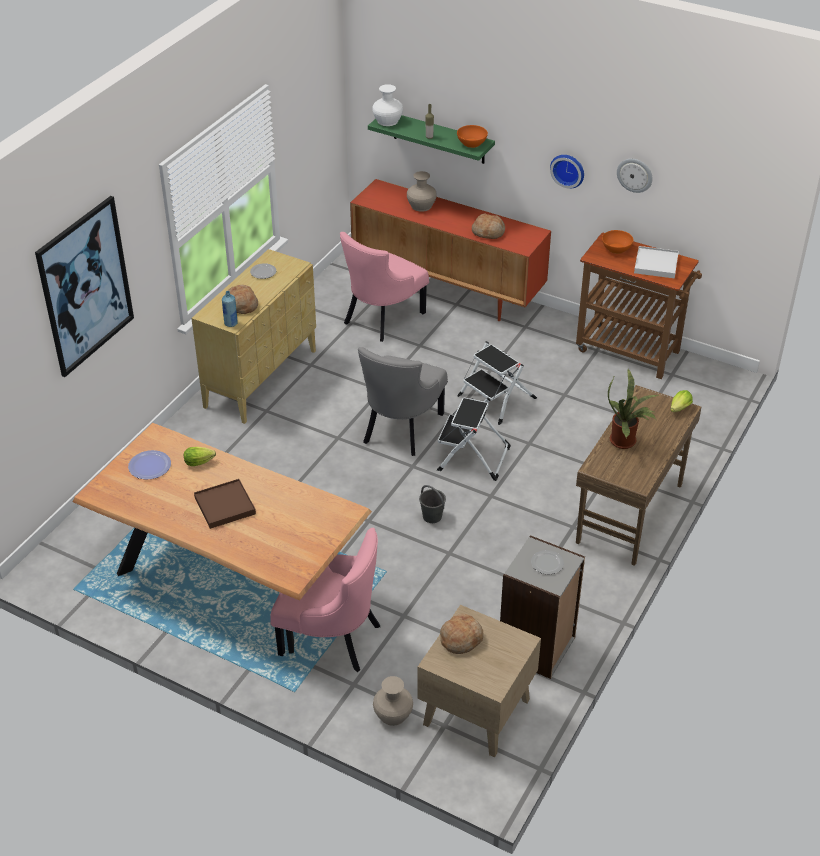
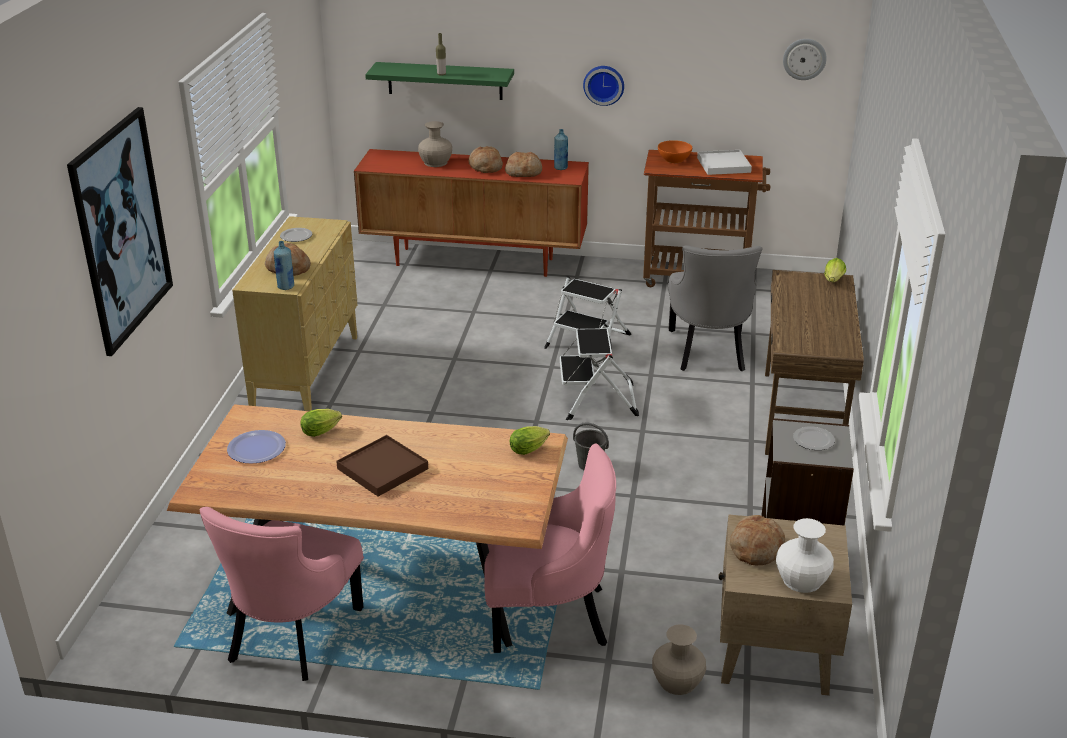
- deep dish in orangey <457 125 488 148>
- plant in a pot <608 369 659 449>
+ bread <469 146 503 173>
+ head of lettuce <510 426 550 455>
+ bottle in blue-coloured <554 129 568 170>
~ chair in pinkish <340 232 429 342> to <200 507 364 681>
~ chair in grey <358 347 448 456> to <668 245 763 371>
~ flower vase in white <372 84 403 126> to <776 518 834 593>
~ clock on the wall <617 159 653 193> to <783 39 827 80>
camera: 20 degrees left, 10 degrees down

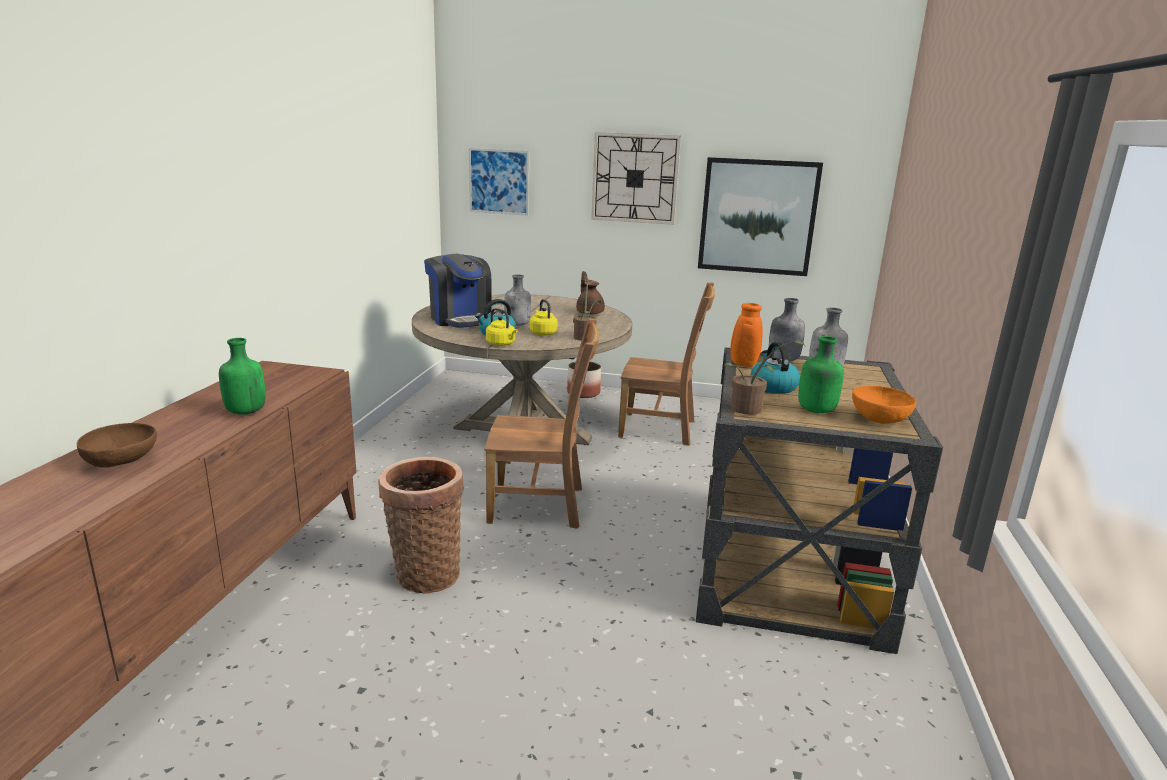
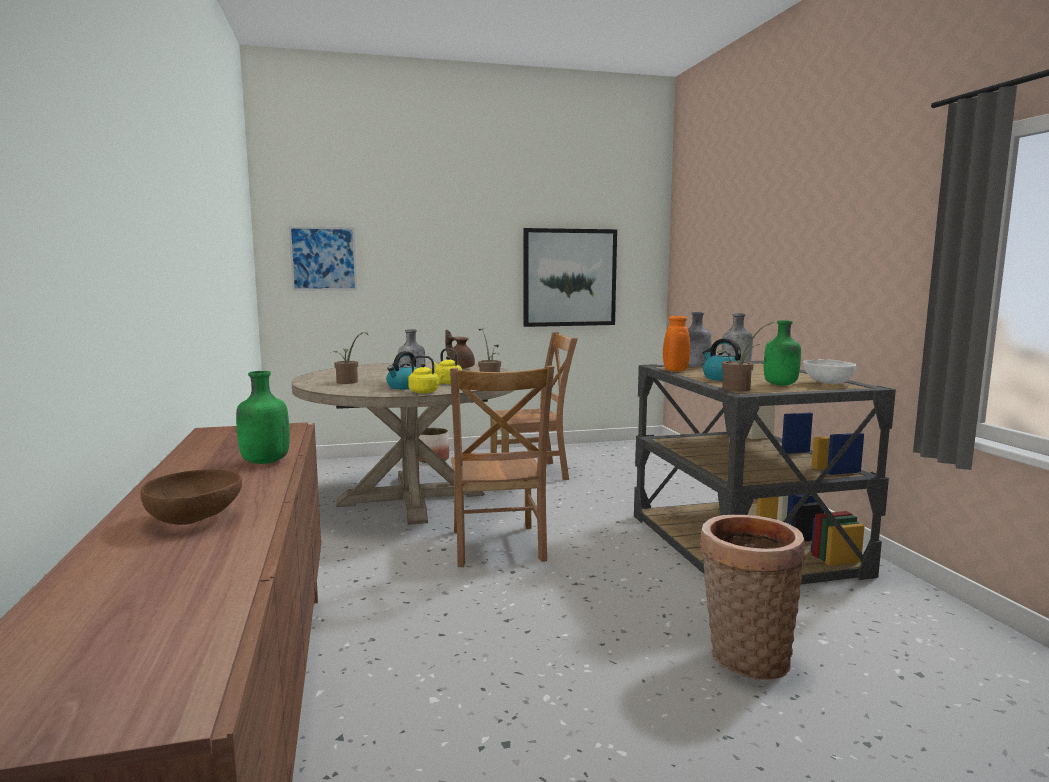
- clock on the wall <591 132 681 225>
~ basket <378 457 464 593> to <700 515 806 680>
~ coffee machine <424 254 491 328> to plant in a pot <333 332 368 384>
~ deep dish in orangey <852 386 916 424> to deep dish in white <803 359 856 384>
~ chair in brown-coloured <485 319 599 529> = <450 366 554 567> 105 degrees clockwise
camera: 25 degrees left, 10 degrees down

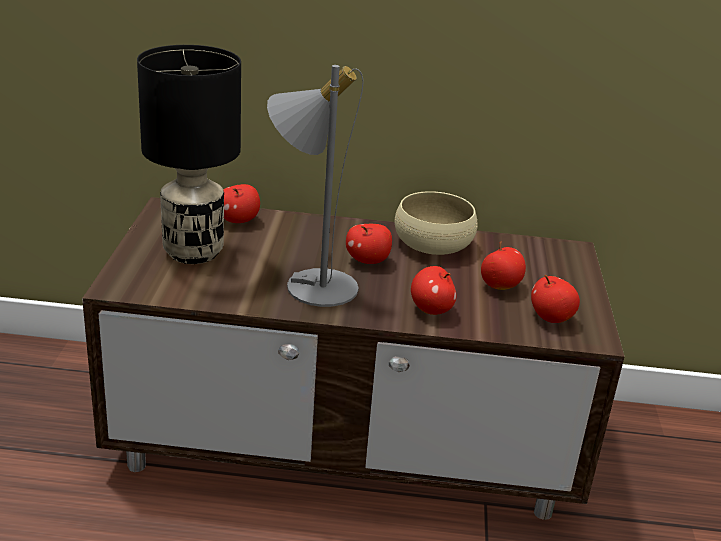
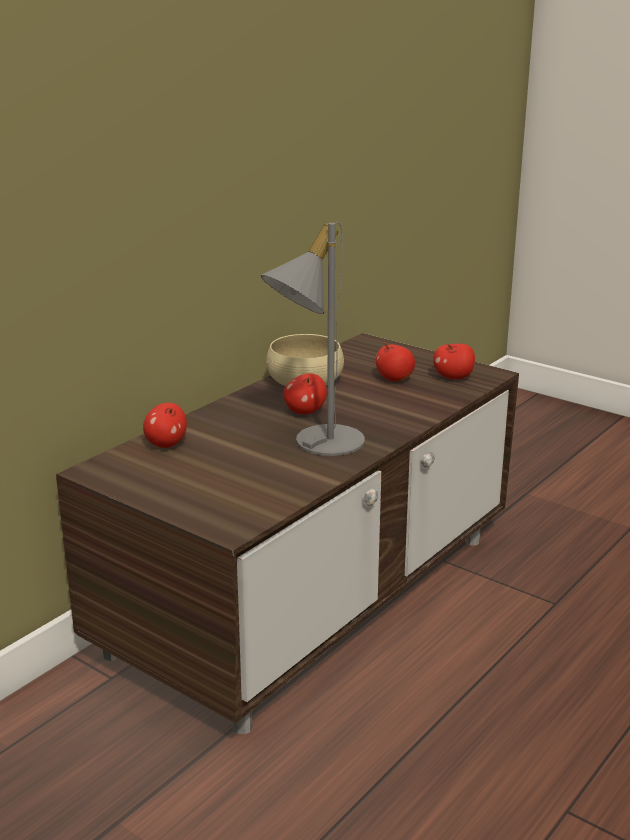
- lamp for a table in black <137 45 241 264>
- apple <411 266 456 315>
camera: 55 degrees left, 5 degrees down

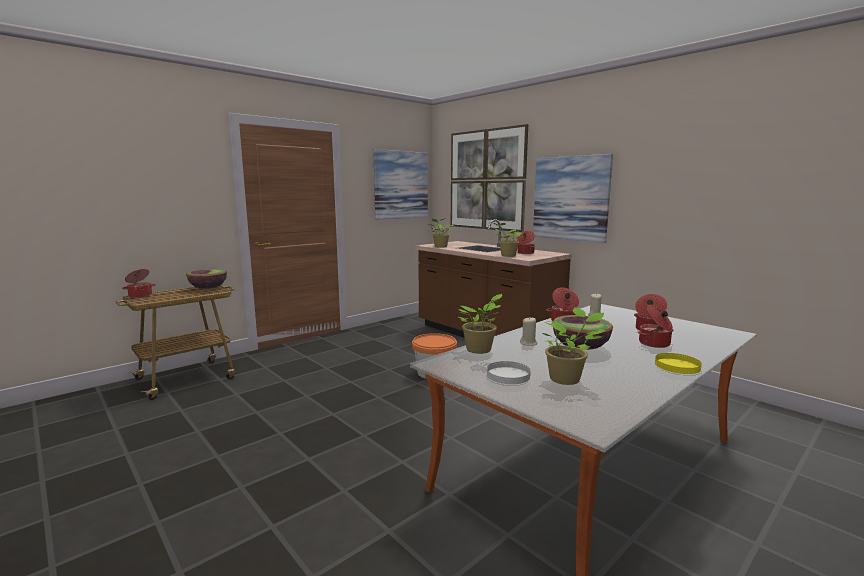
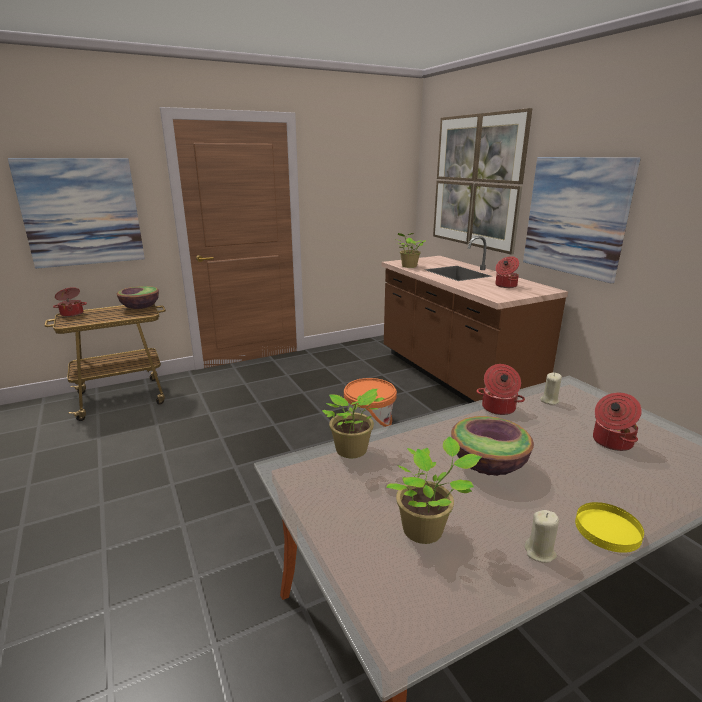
- plate in white <487 361 531 384>
- plant in a pot <494 223 521 257>
- stockpot <638 304 673 348>
~ picture <373 149 428 220> to <8 158 145 269>
~ wax candle in sand-coloured <520 317 538 346> to <525 510 559 563>
camera: 15 degrees right, 10 degrees up

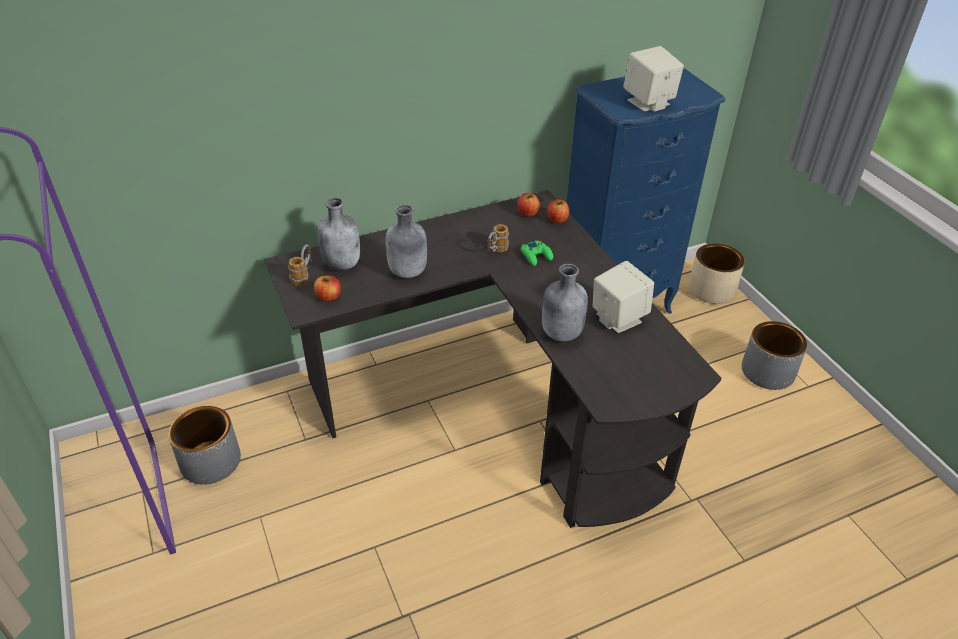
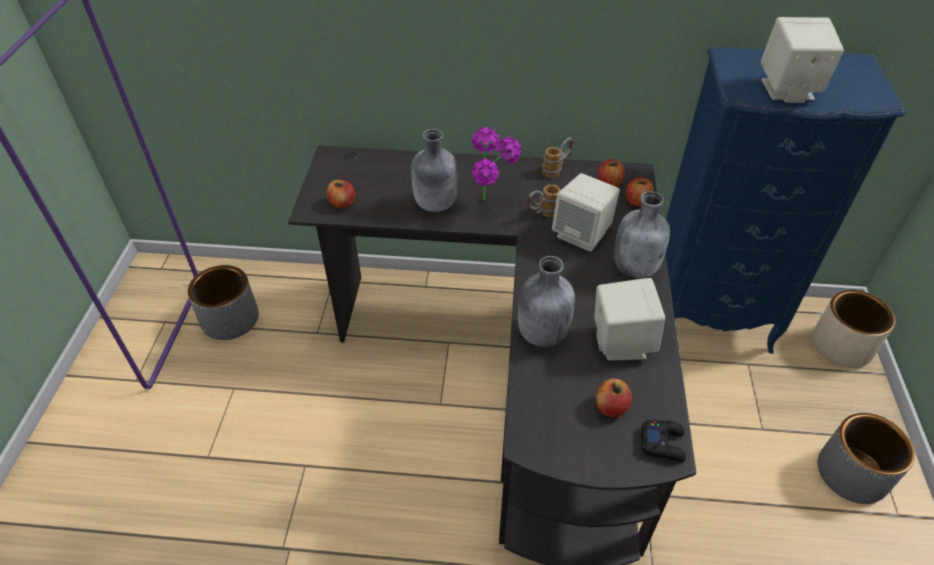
+ plant in a pot <471 127 522 201>
+ apple <596 379 632 417>
+ joypad in black <641 420 686 462>
~ tea mug <288 244 312 286> to <542 138 574 178>
~ bottle in grey <318 198 360 271> to <614 191 670 278>
~ joypad in green-coloured <521 240 553 266> to speaker in sand-coloured <552 173 620 252>
camera: 30 degrees right, 5 degrees up

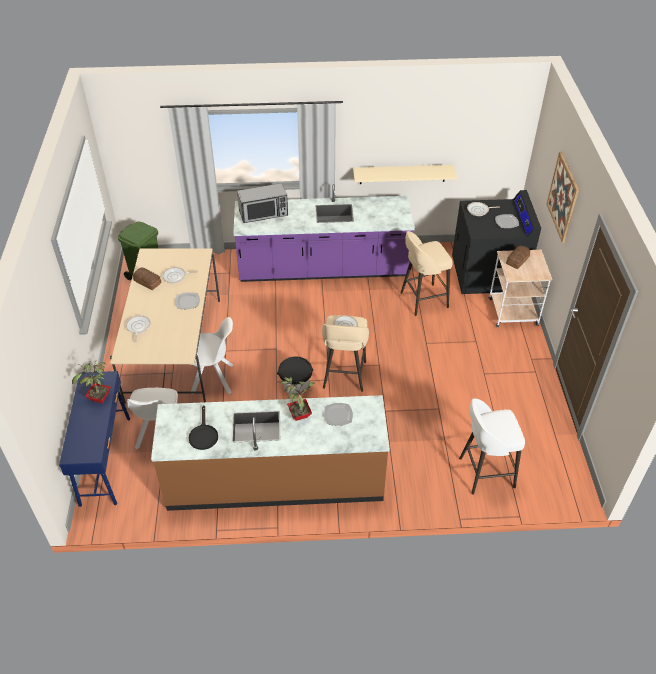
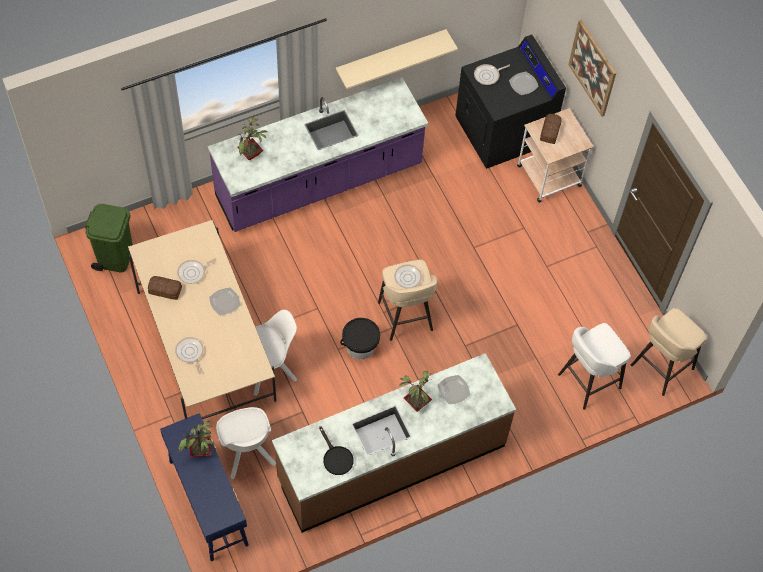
~ stool seat in sand-coloured <400 231 453 316> to <631 308 707 396>
~ microwave <237 183 288 223> to plant in a pot <236 116 268 161>
camera: 25 degrees left, 15 degrees up

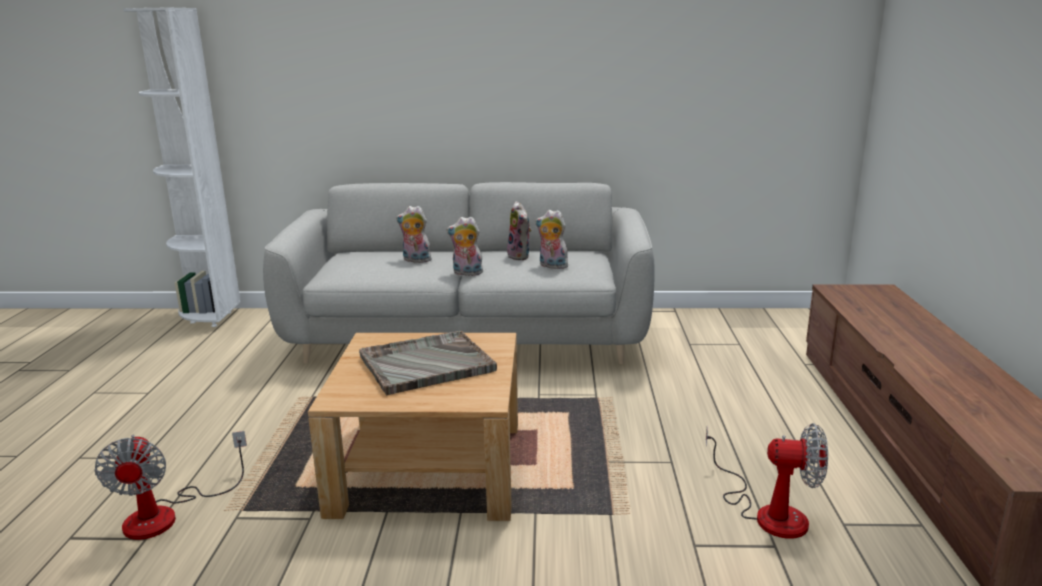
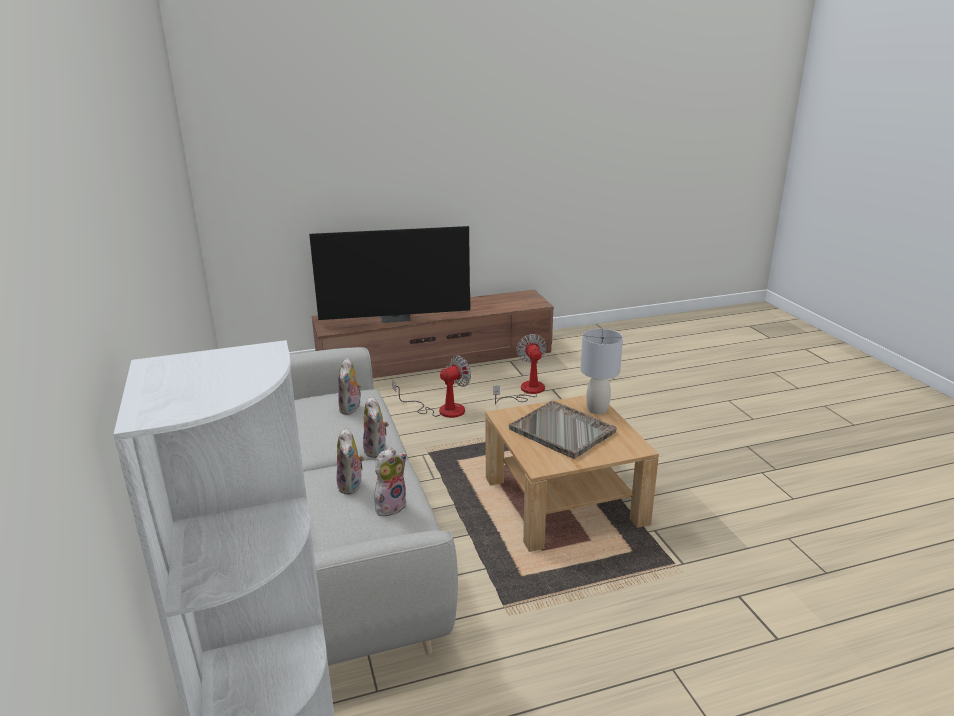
+ television <309 226 470 323>
+ lamp for a table in grey <581 329 623 414>
~ cooling fan <94 431 247 540> to <392 355 471 418>
~ plush toy <507 201 532 260> to <374 448 407 516>
camera: 110 degrees left, 5 degrees up

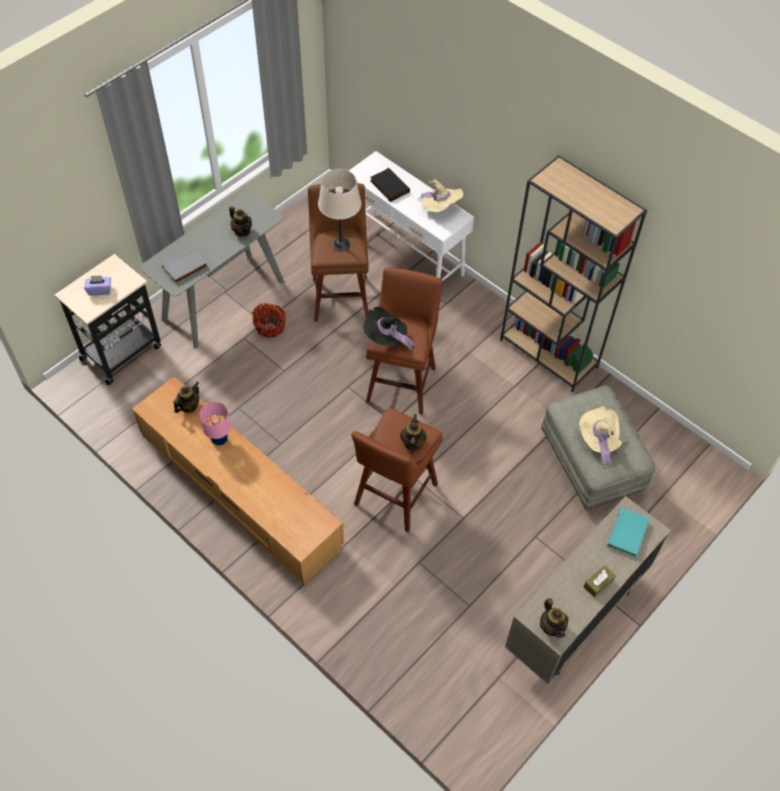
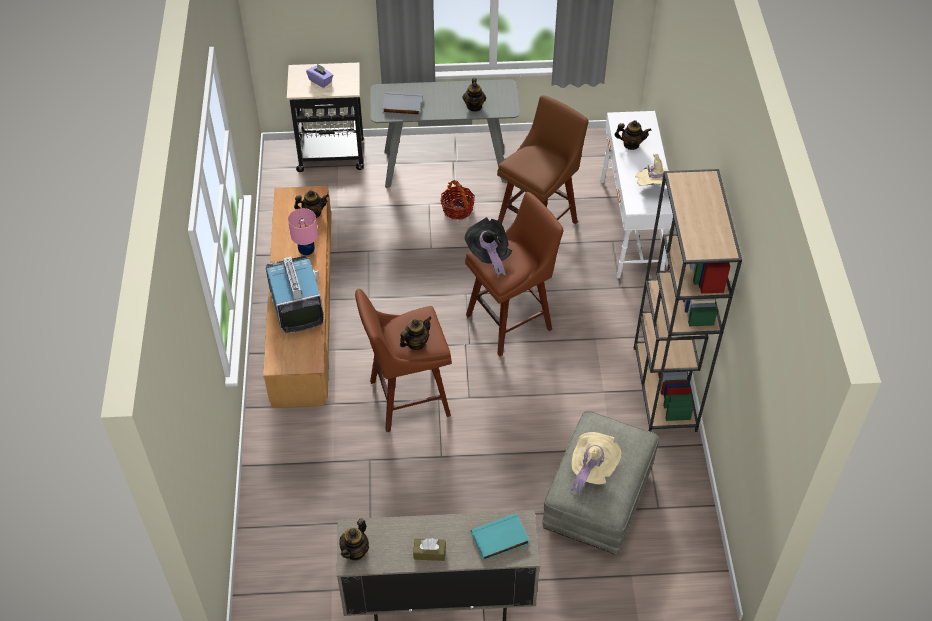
- lamp for a table in sand-coloured <318 169 361 252>
+ television <266 256 324 333>
~ volume in black <370 168 410 202> to tea pot <614 120 651 150>
camera: 45 degrees right, 5 degrees down

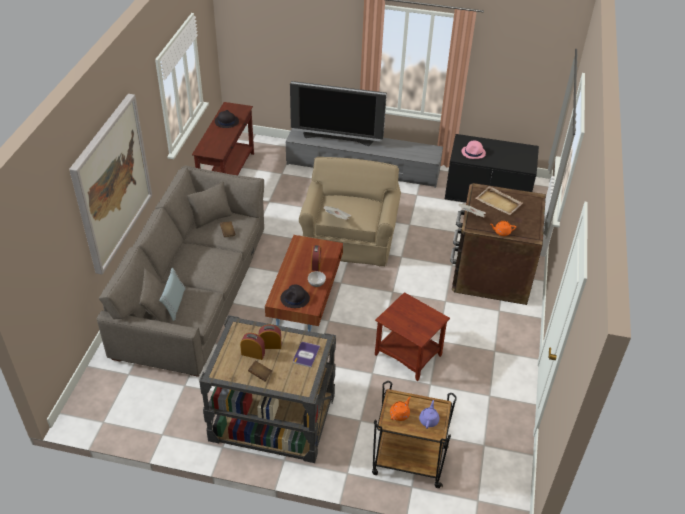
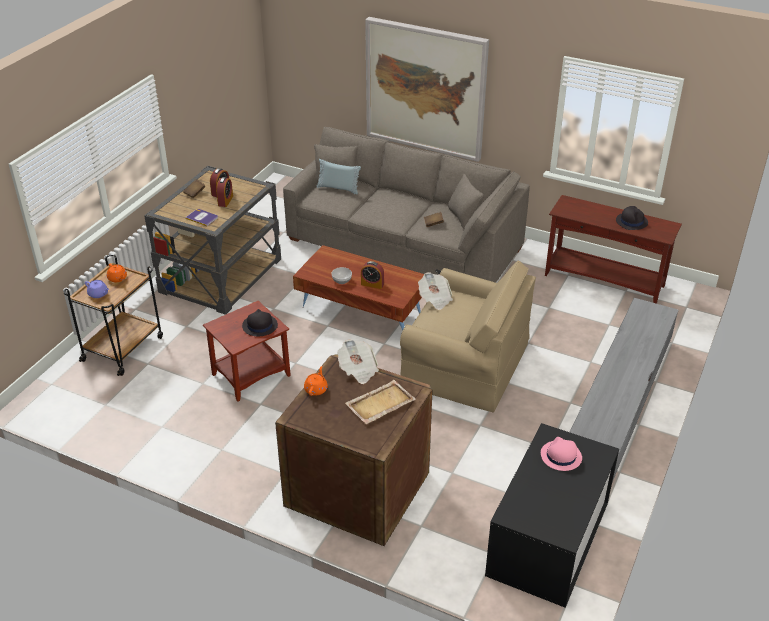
- television <290 81 387 146>
~ clothing hat in black <280 284 310 308> to <242 309 278 336>
camera: 105 degrees right, 5 degrees down

